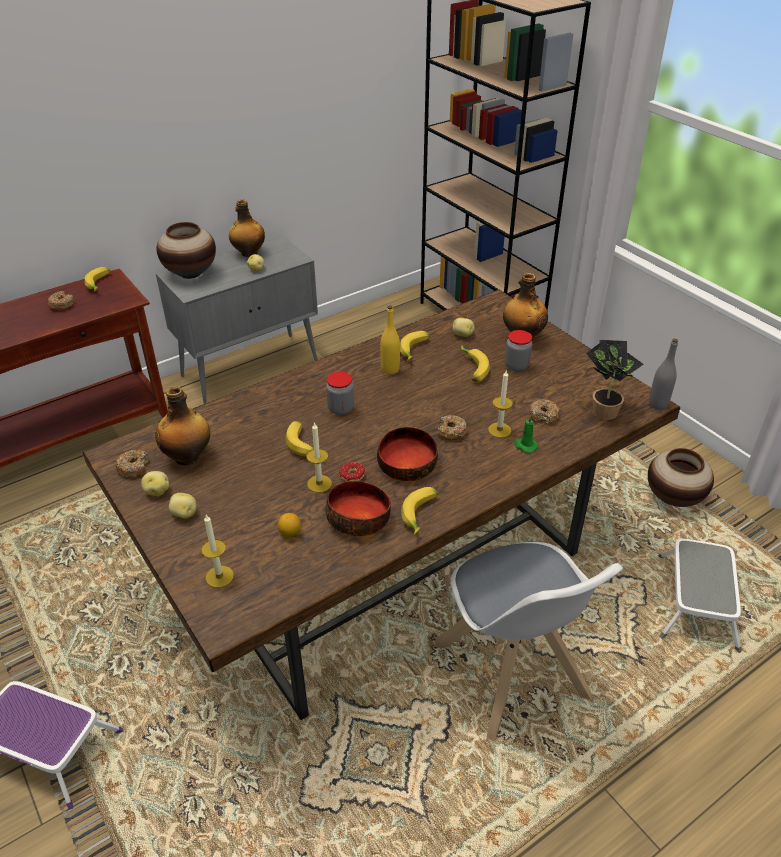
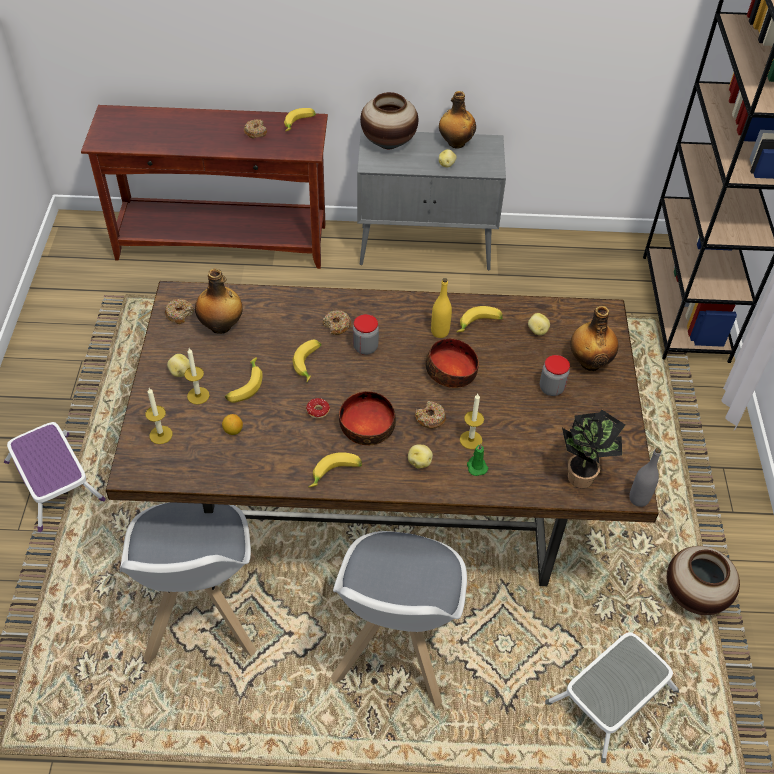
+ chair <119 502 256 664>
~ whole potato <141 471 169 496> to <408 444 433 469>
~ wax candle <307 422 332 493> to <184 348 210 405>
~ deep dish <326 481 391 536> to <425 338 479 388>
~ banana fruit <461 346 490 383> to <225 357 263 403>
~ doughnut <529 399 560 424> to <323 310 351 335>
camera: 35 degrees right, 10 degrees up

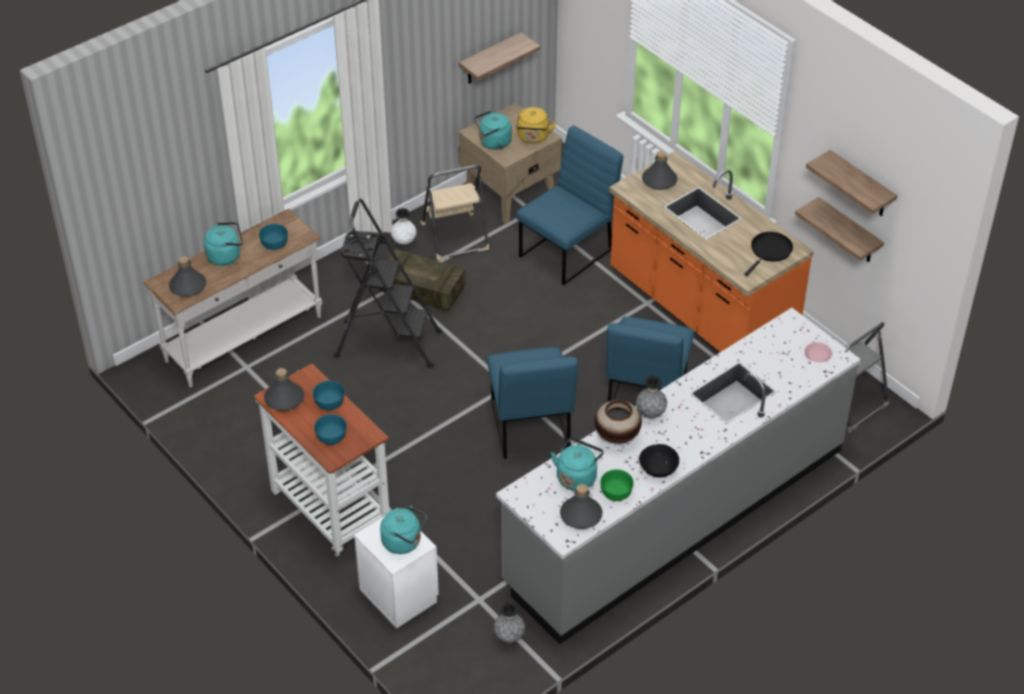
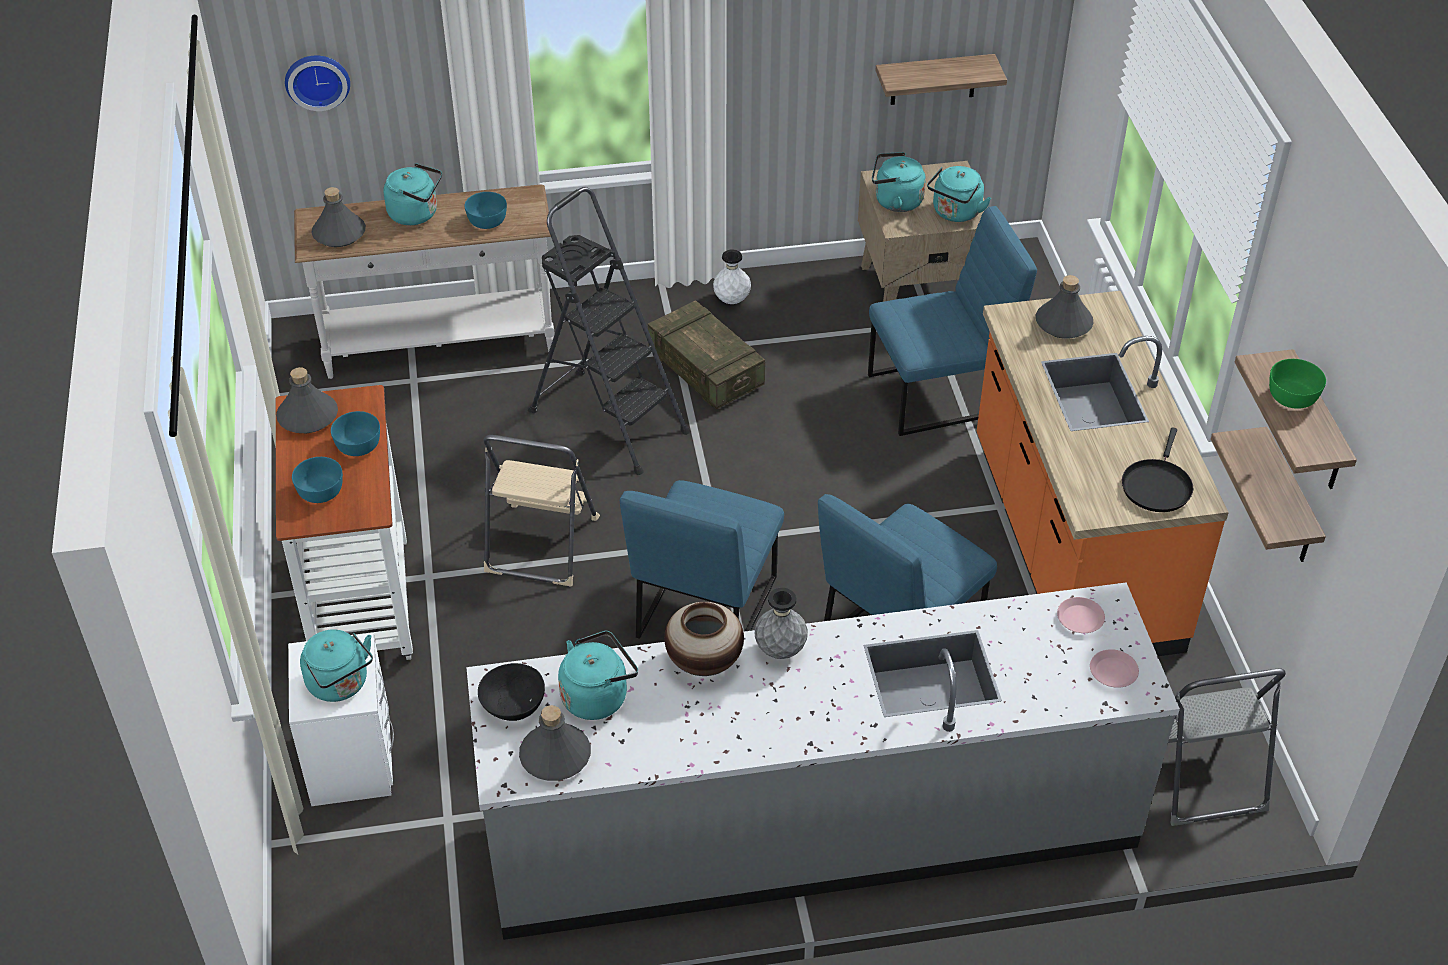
- flower vase in grey <494 602 525 643>
+ clock on the wall <285 56 350 111>
+ plate in pinkish <1057 597 1105 633>
~ step stool in sand-coloured <420 165 489 260> to <484 435 600 587>
~ deep dish in green-coloured <600 469 634 501> to <1269 359 1326 409>
~ deep dish in black <639 444 679 477> to <478 663 545 721>
~ kettle in yellowish <516 107 556 144> to kettle in turquoise <927 166 991 222>
~ frying pan in black <744 232 793 276> = <1122 427 1193 512> 135 degrees clockwise
camera: 30 degrees right, 0 degrees up

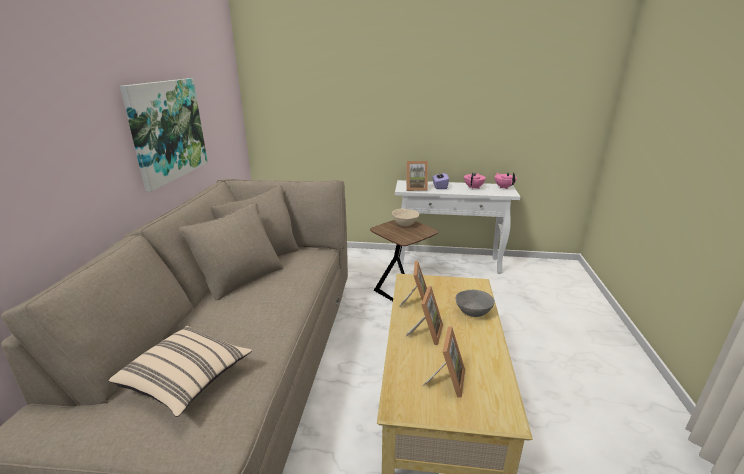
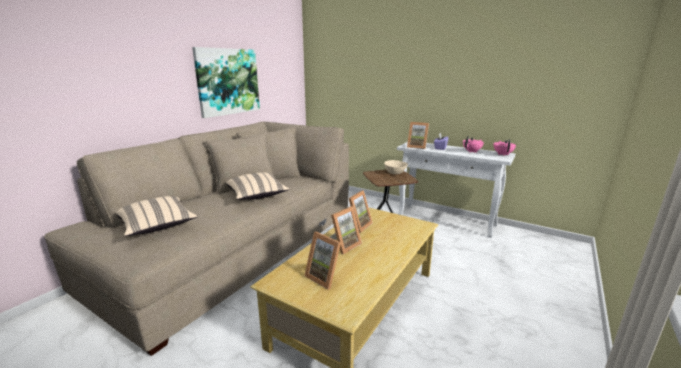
- deep dish in grey <456 290 495 317>
+ throw pillow in sand-coloured <226 172 290 200>
~ photo frame <423 326 465 398> = <304 232 341 290> 90 degrees clockwise
camera: 25 degrees right, 5 degrees down

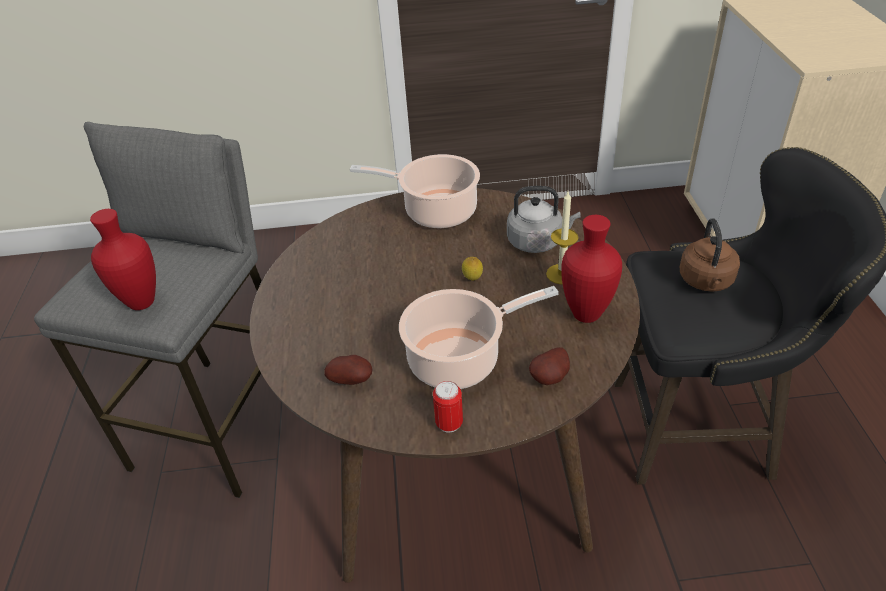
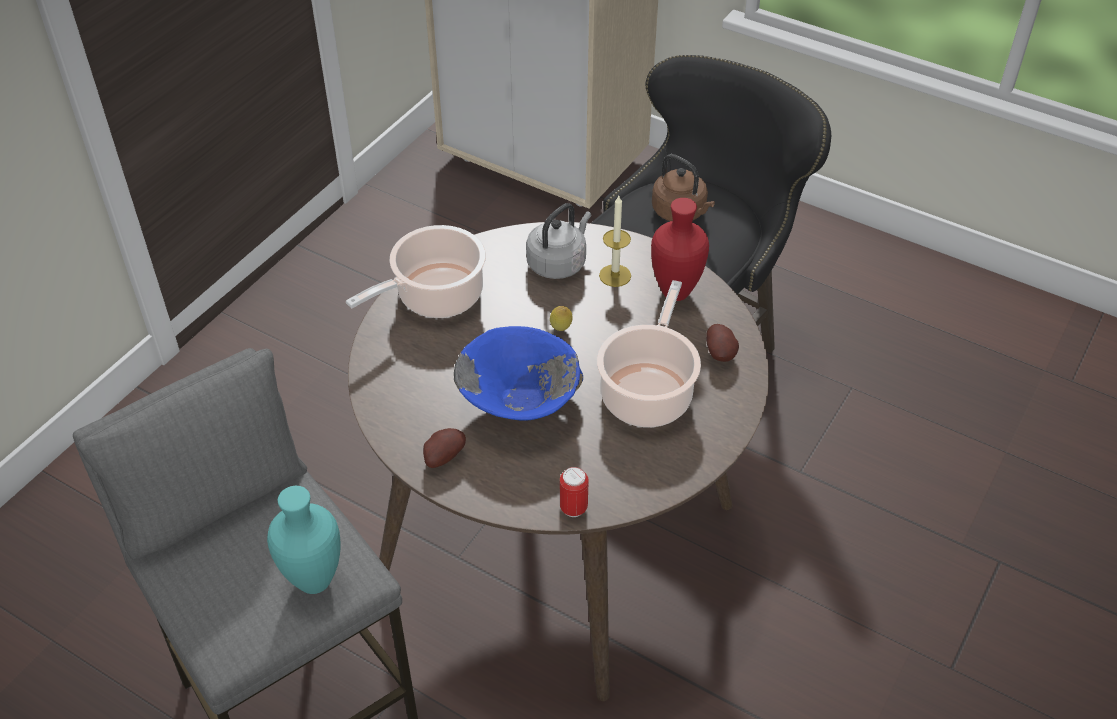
+ deep dish in blue-coloured <454 326 583 421>
~ whole potato <324 355 373 385> to <423 428 466 468>
~ can <433 381 463 433> to <560 467 589 517>
~ flower vase in red-coloured <90 209 156 310> to flower vase in turquoise <267 486 341 594>
camera: 55 degrees left, 5 degrees up

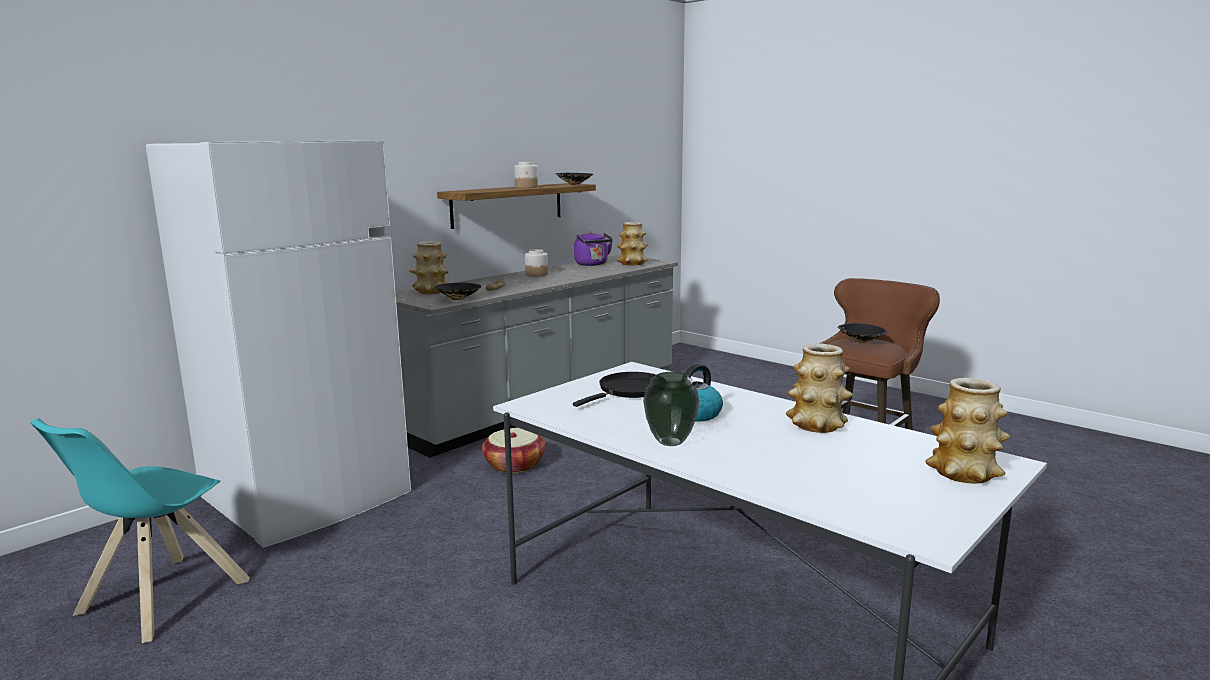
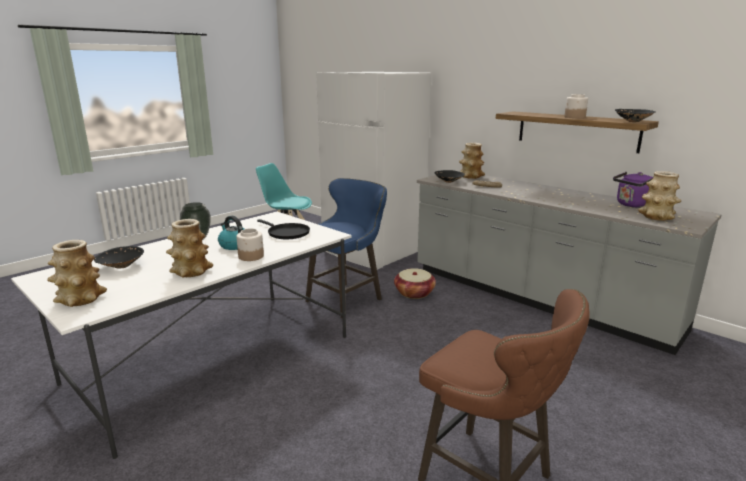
+ stool seat in blue-coloured <305 178 387 318>
~ jar <525 249 548 277> to <236 228 264 261>
~ deep dish in black <838 323 887 343> to <94 246 144 269>
camera: 90 degrees right, 5 degrees up

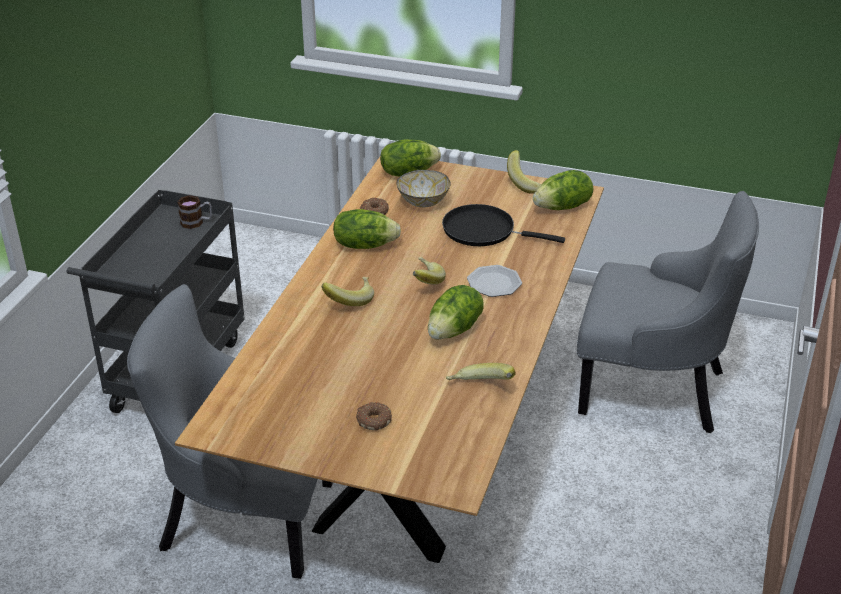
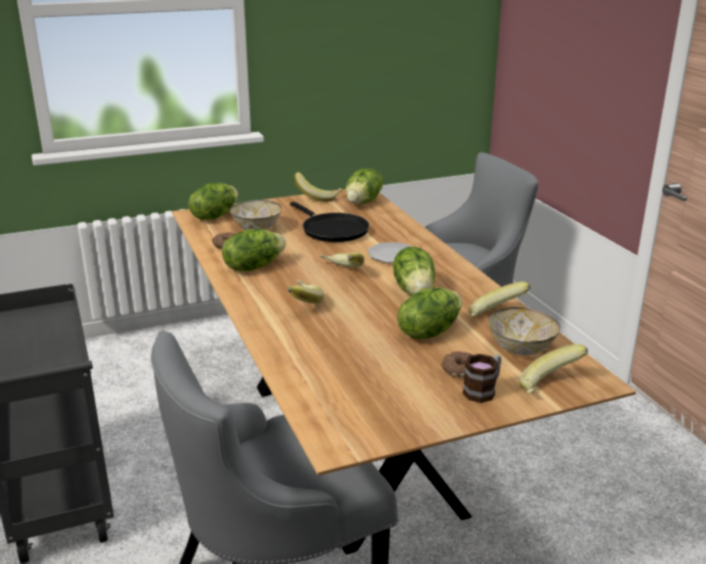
+ head of lettuce <397 287 462 339>
+ deep dish <488 307 561 355>
+ banana fruit <519 344 588 394>
~ tea mug <177 195 212 229> to <462 354 501 403>
~ frying pan in black <442 204 565 246> = <290 202 369 242> 105 degrees counterclockwise
camera: 40 degrees left, 10 degrees down

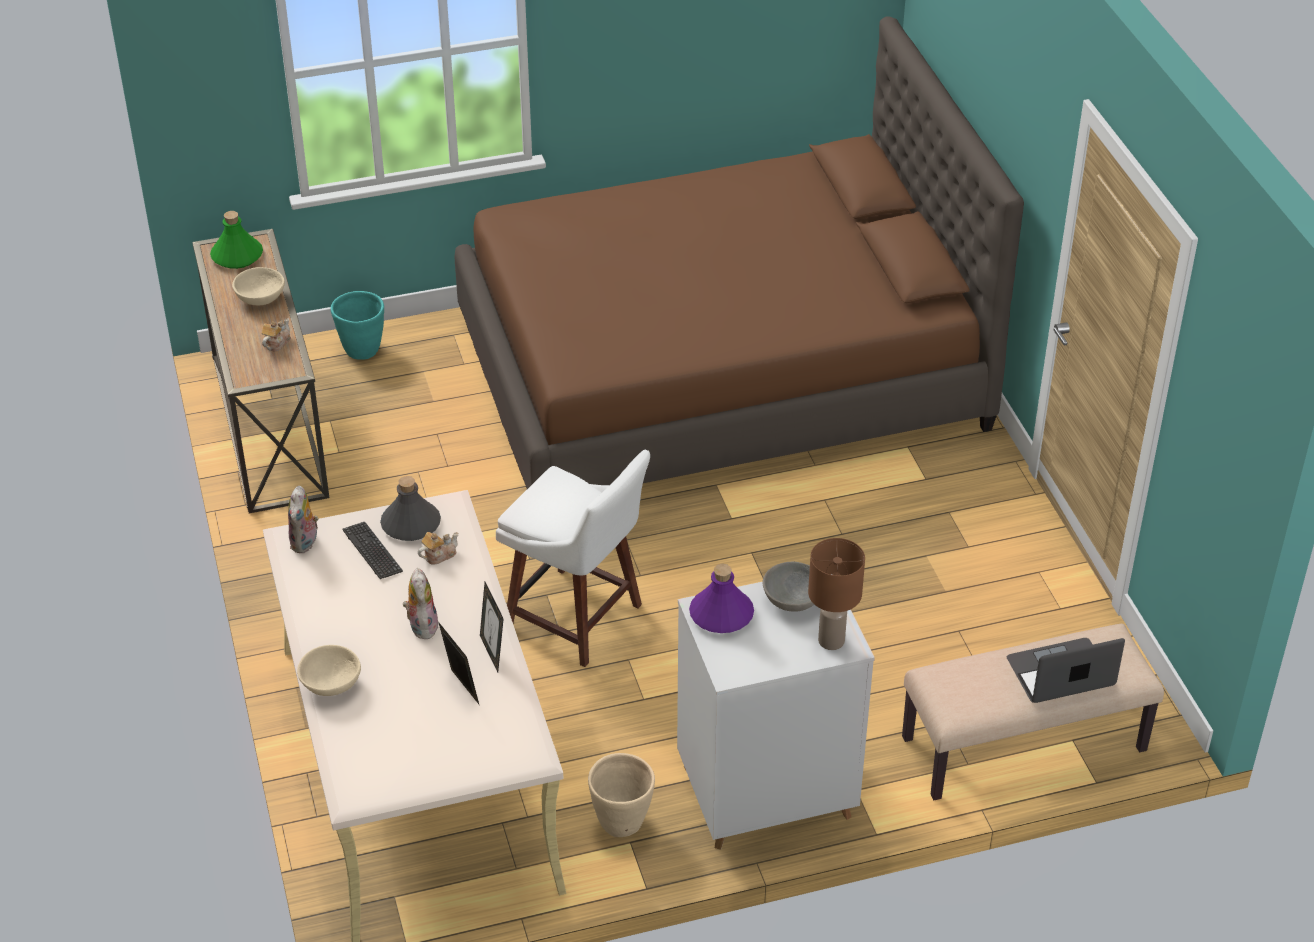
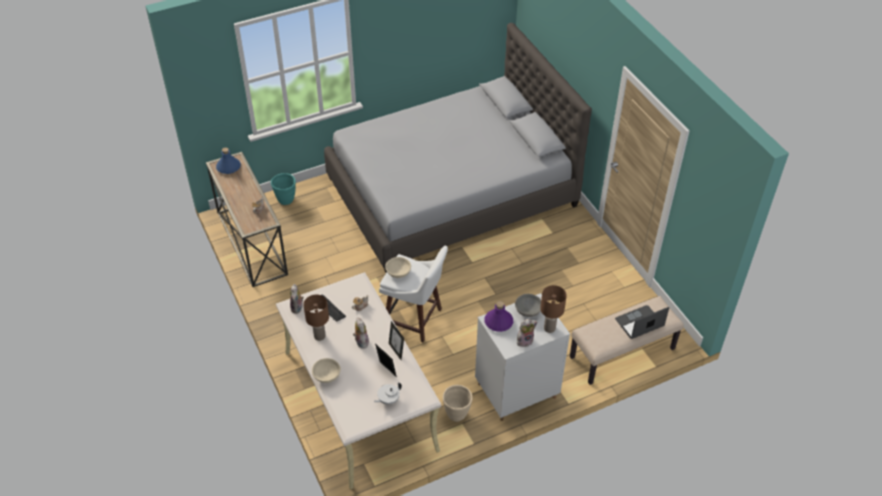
- bottle in grey <380 476 441 541>
+ lamp for a table in brown-coloured <303 295 329 341>
+ tea pot in white <374 383 402 405>
+ plush toy <517 319 538 347>
~ deep dish in sand-coloured <232 267 285 305> to <385 257 411 278>
~ bottle in green-coloured <210 211 263 269> to bottle in blue-coloured <216 147 241 174>
~ sleeping bed in brown-coloured <455 16 1024 489> to sleeping bed in grey <324 23 592 272>
camera: 10 degrees left, 5 degrees up

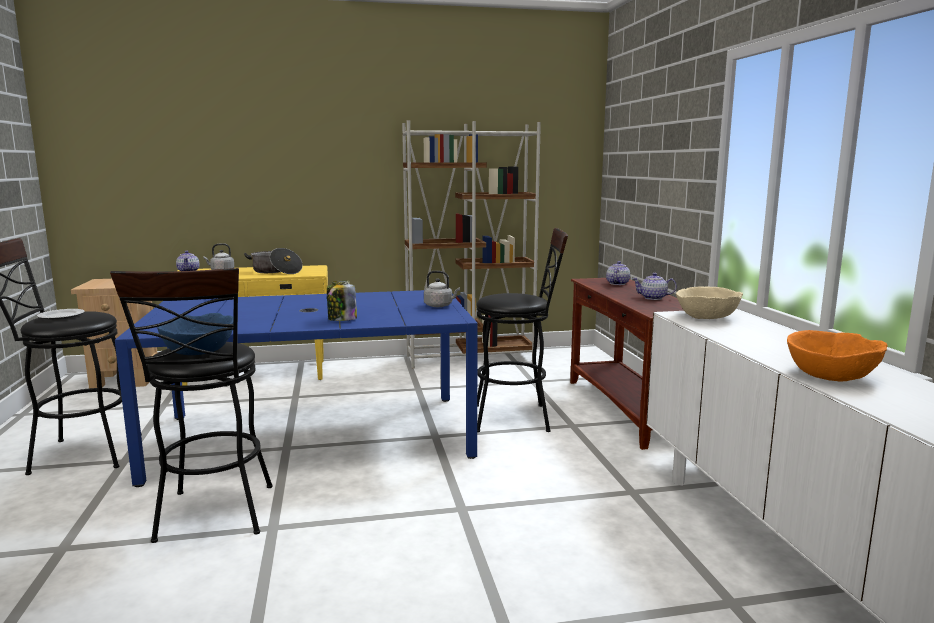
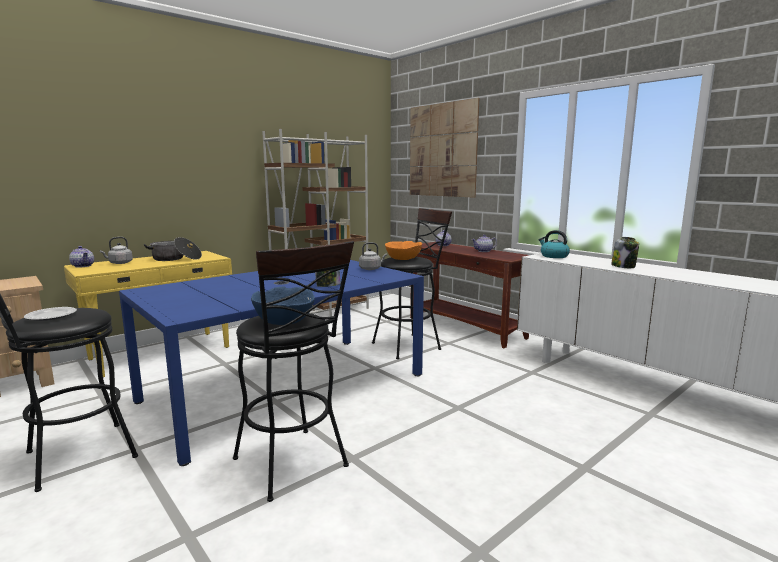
+ picture <410 98 479 198>
+ jar <611 237 639 268>
~ deep dish in orangey <787 330 888 382> to <385 241 422 260>
~ deep dish in sand-coloured <676 286 743 319> to kettle <539 230 570 258>
camera: 30 degrees left, 0 degrees up

